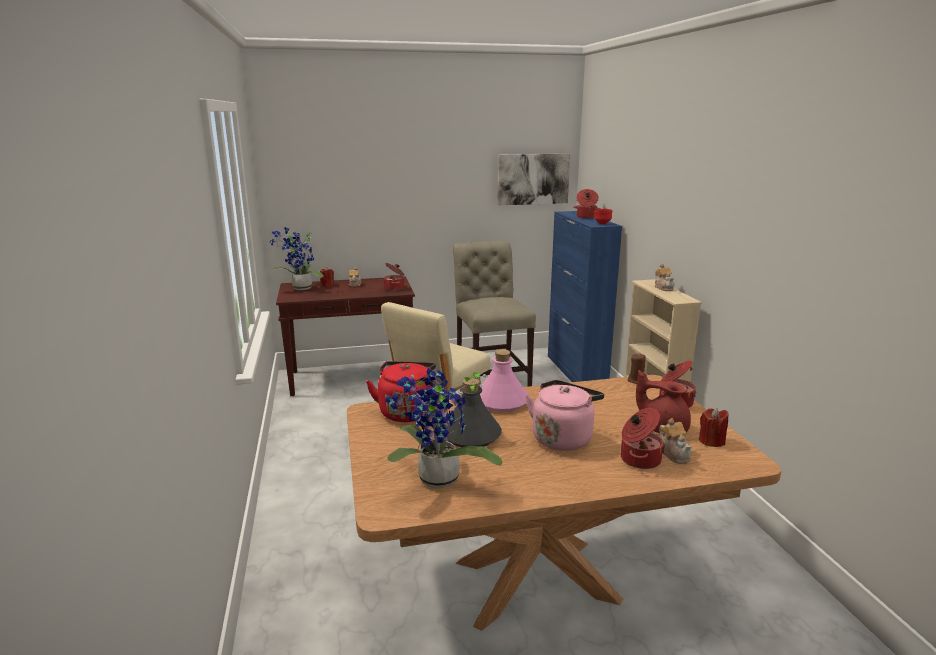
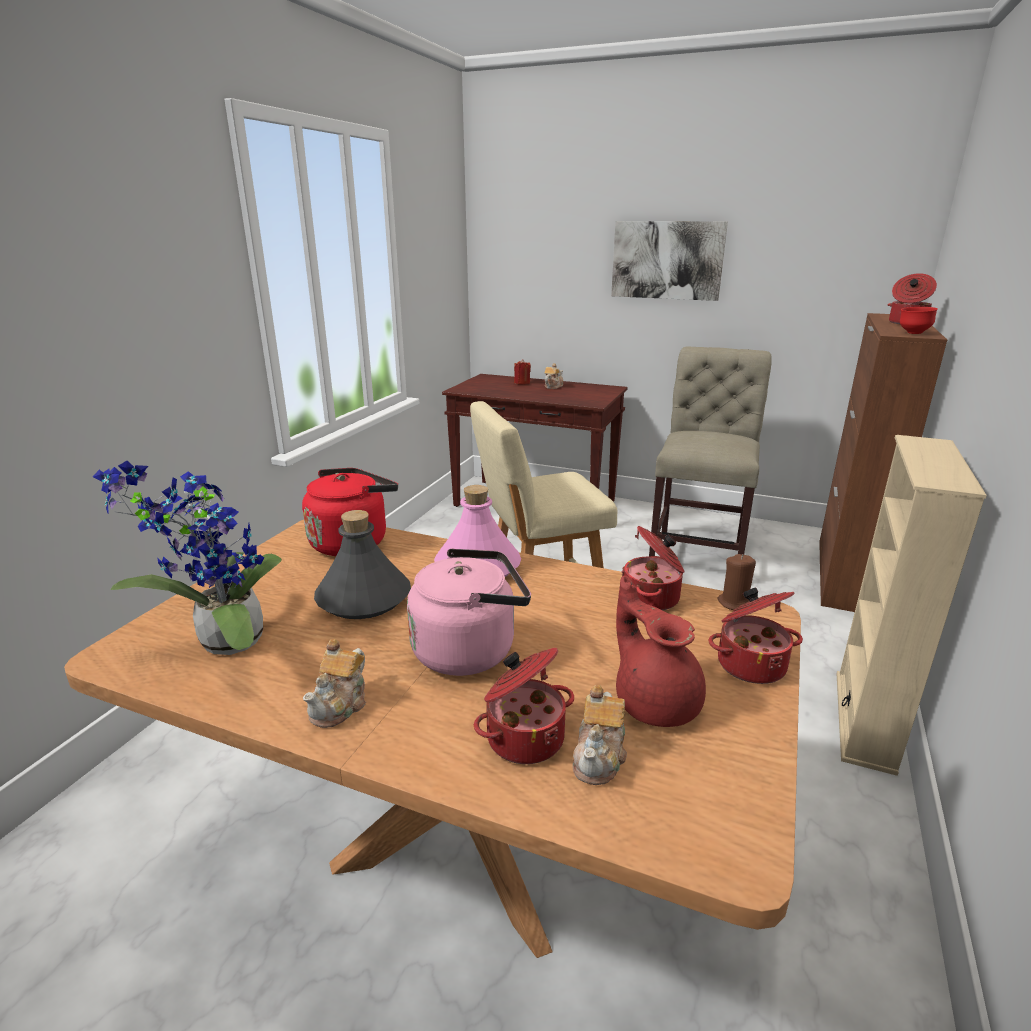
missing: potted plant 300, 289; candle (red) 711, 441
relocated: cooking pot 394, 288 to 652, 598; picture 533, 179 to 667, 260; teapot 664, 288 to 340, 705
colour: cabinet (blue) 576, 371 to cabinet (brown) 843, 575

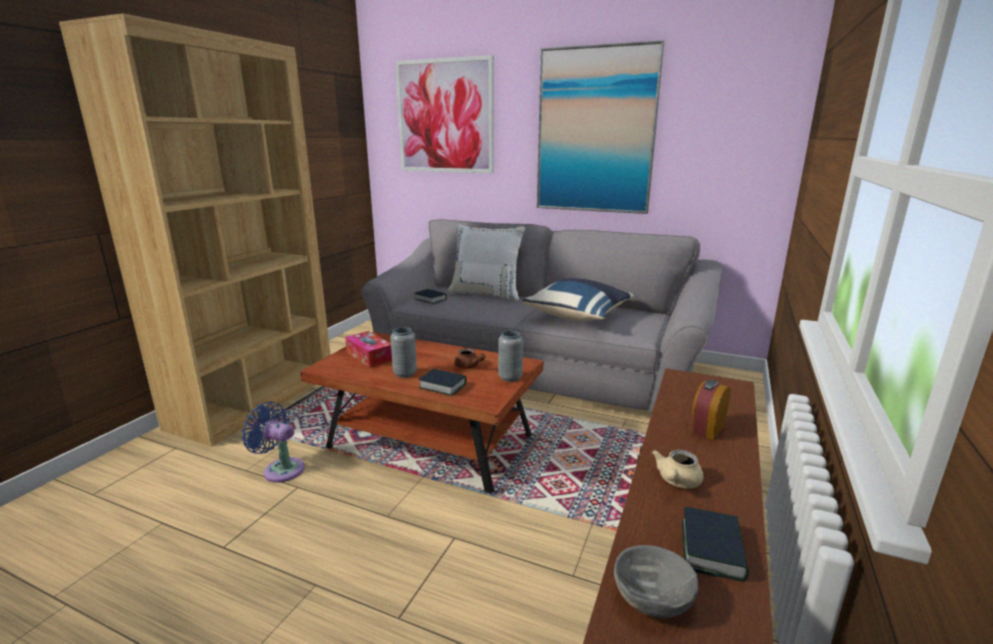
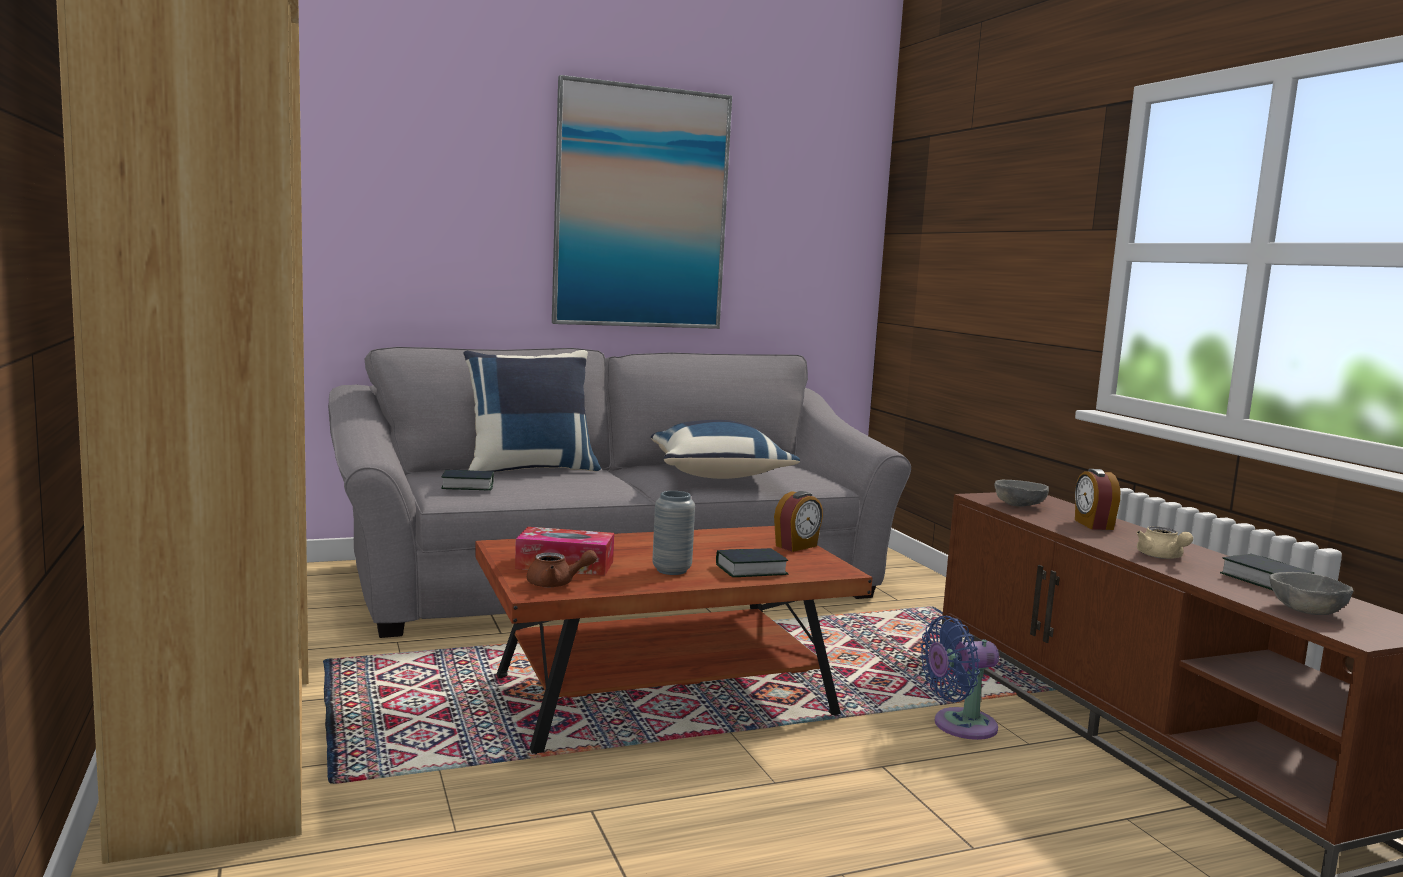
missing: picture 445, 117
appeared: bowl (grey) 1019, 505
relocated: fan (blue) 281, 469 to 959, 726; teapot (brown) 469, 366 to 557, 584
exchanged: vase (grey) 510, 378 to alarm clock 797, 546
colour: pillow (white) 486, 294 to pillow (blue) 530, 469

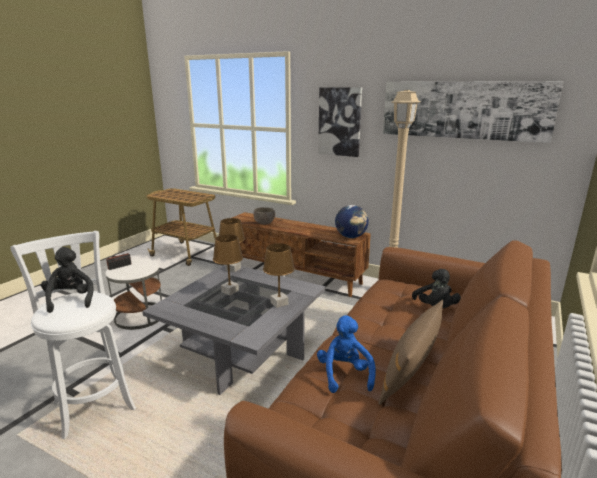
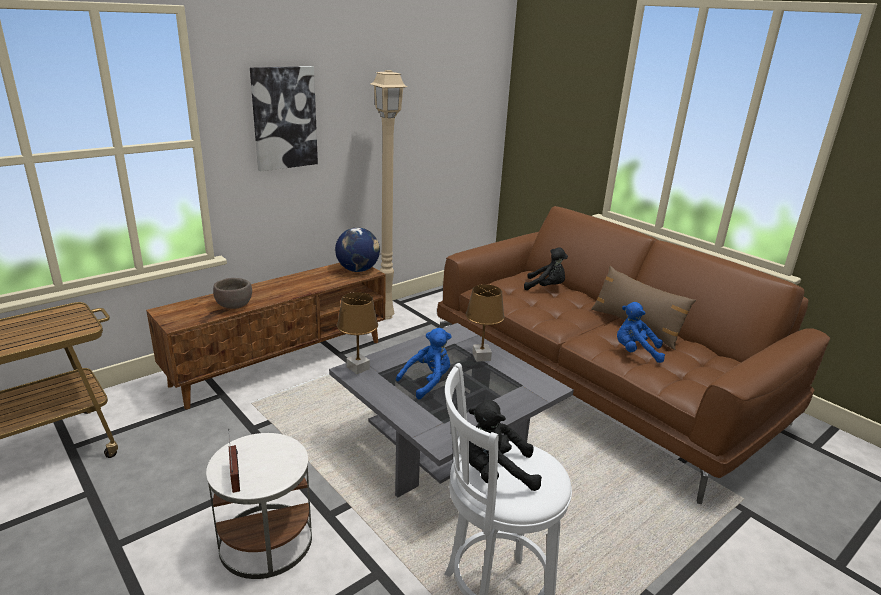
missing: picture 463, 110
exchanged: table lamp (brown) 230, 291 to plush toy (blue) 428, 382

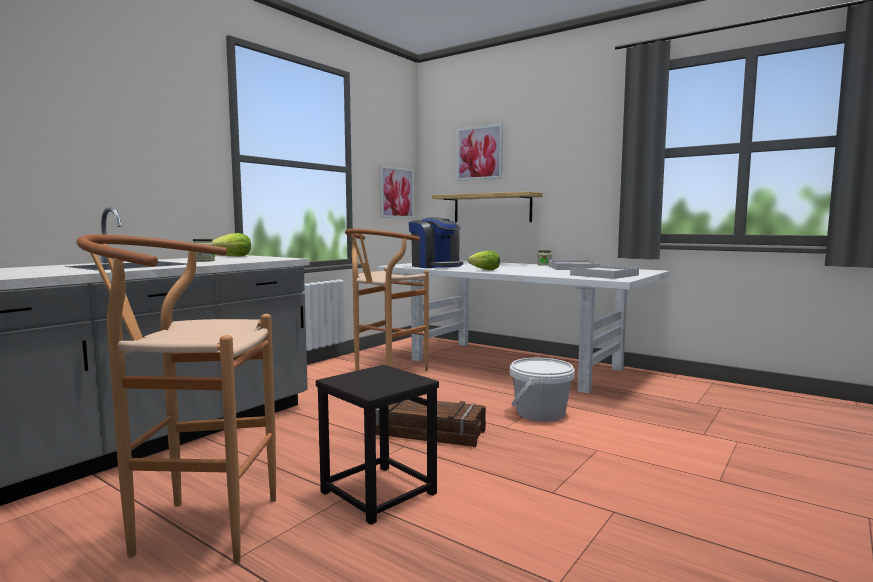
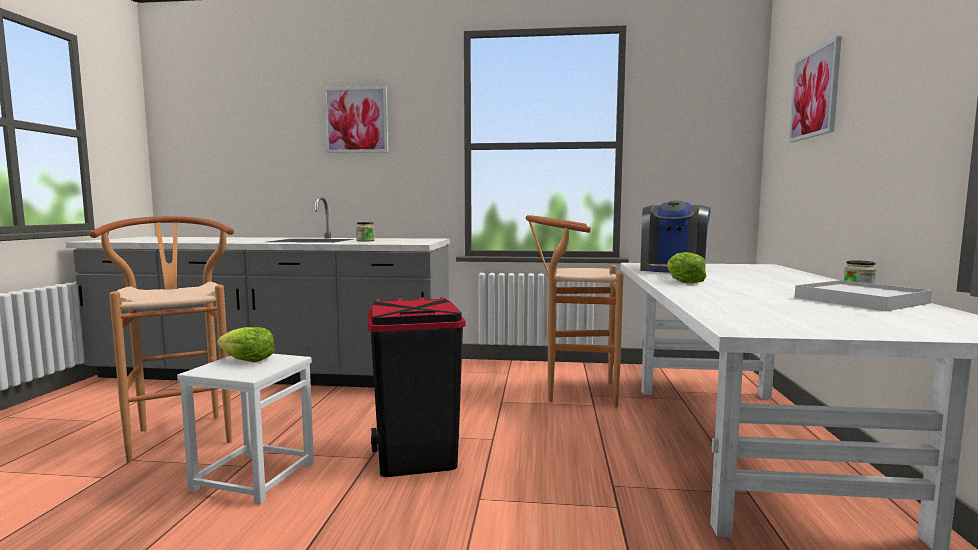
missing: shelf 492, 208; bucket (white) 540, 413; tray (white) 604, 275
relocated: lettuce 233, 256 to 247, 360; picture 396, 193 to 356, 120
exchanged: crate 425, 432 to trash can (black) 416, 458
colour: stool (black) 377, 493 to stool (white) 253, 476

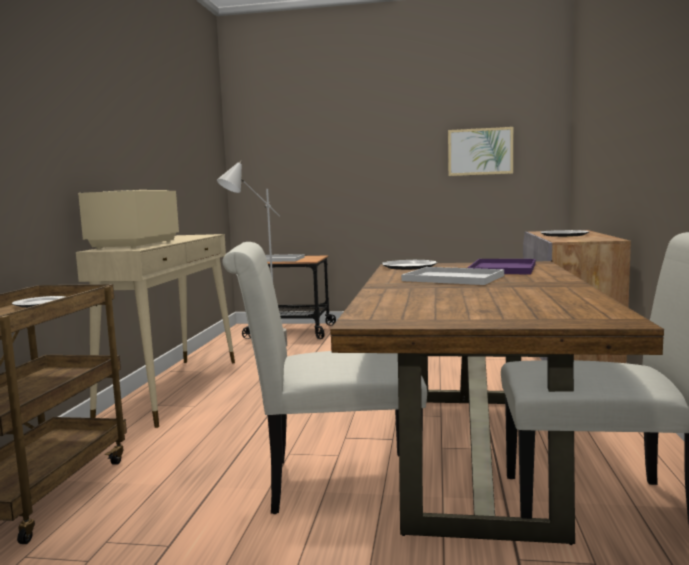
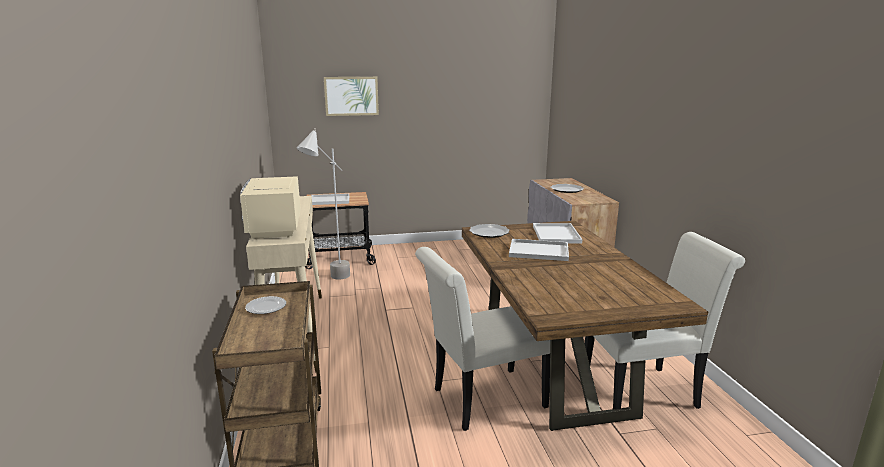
relocated: picture 480, 151 to 351, 96
colour: tray (purple) 502, 268 to tray (white) 555, 234

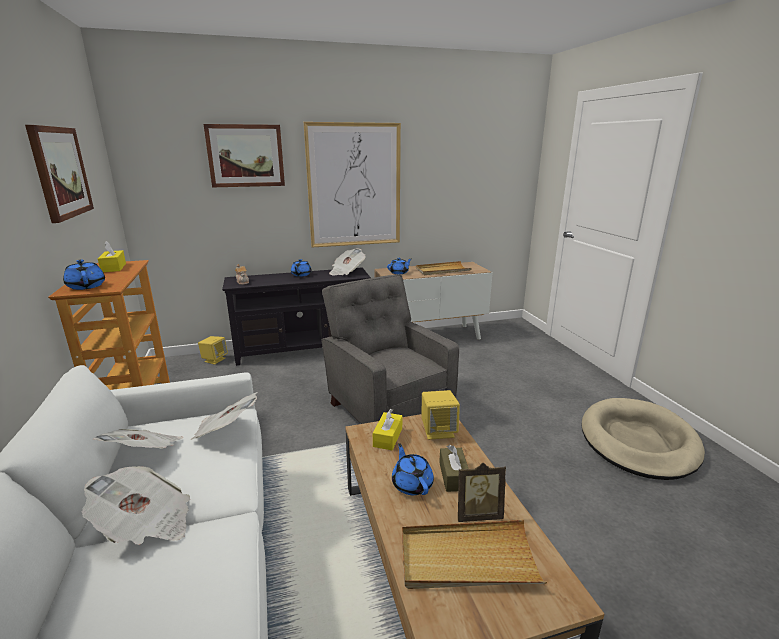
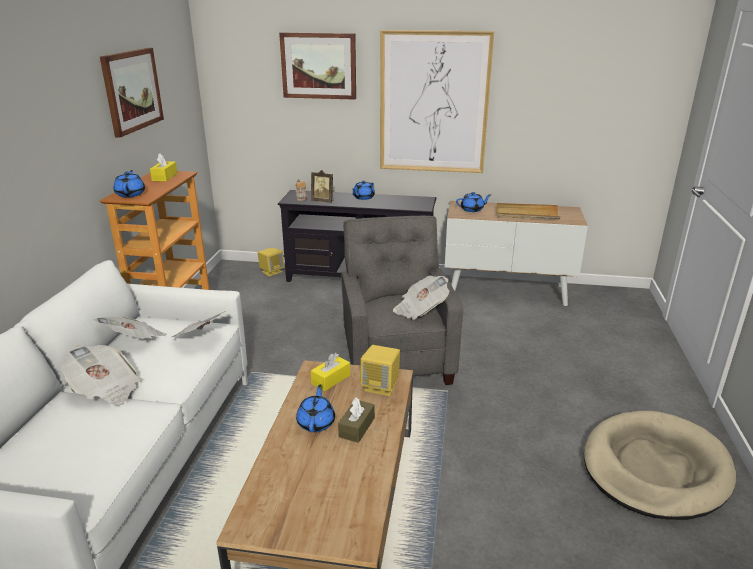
missing: tray (beige) 467, 559
relocated: newspaper 346, 272 to 420, 310; picture frame 477, 514 to 323, 201

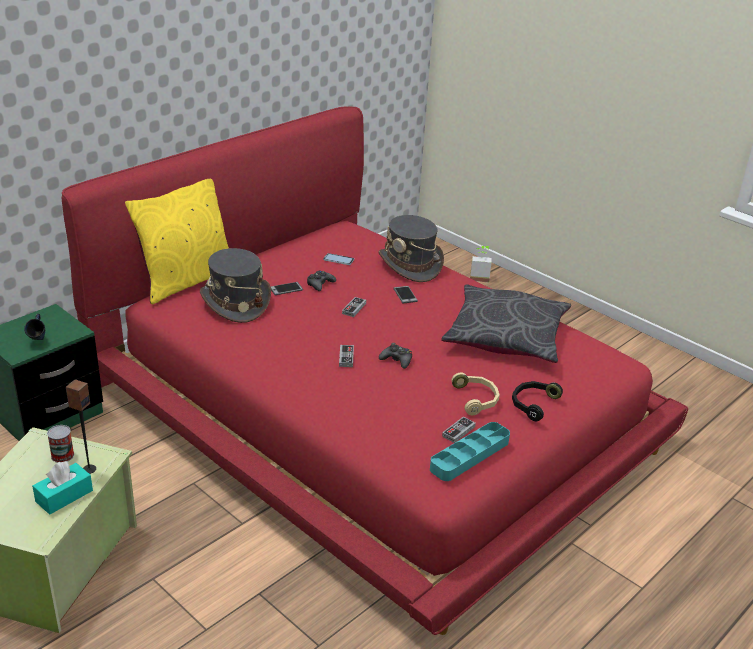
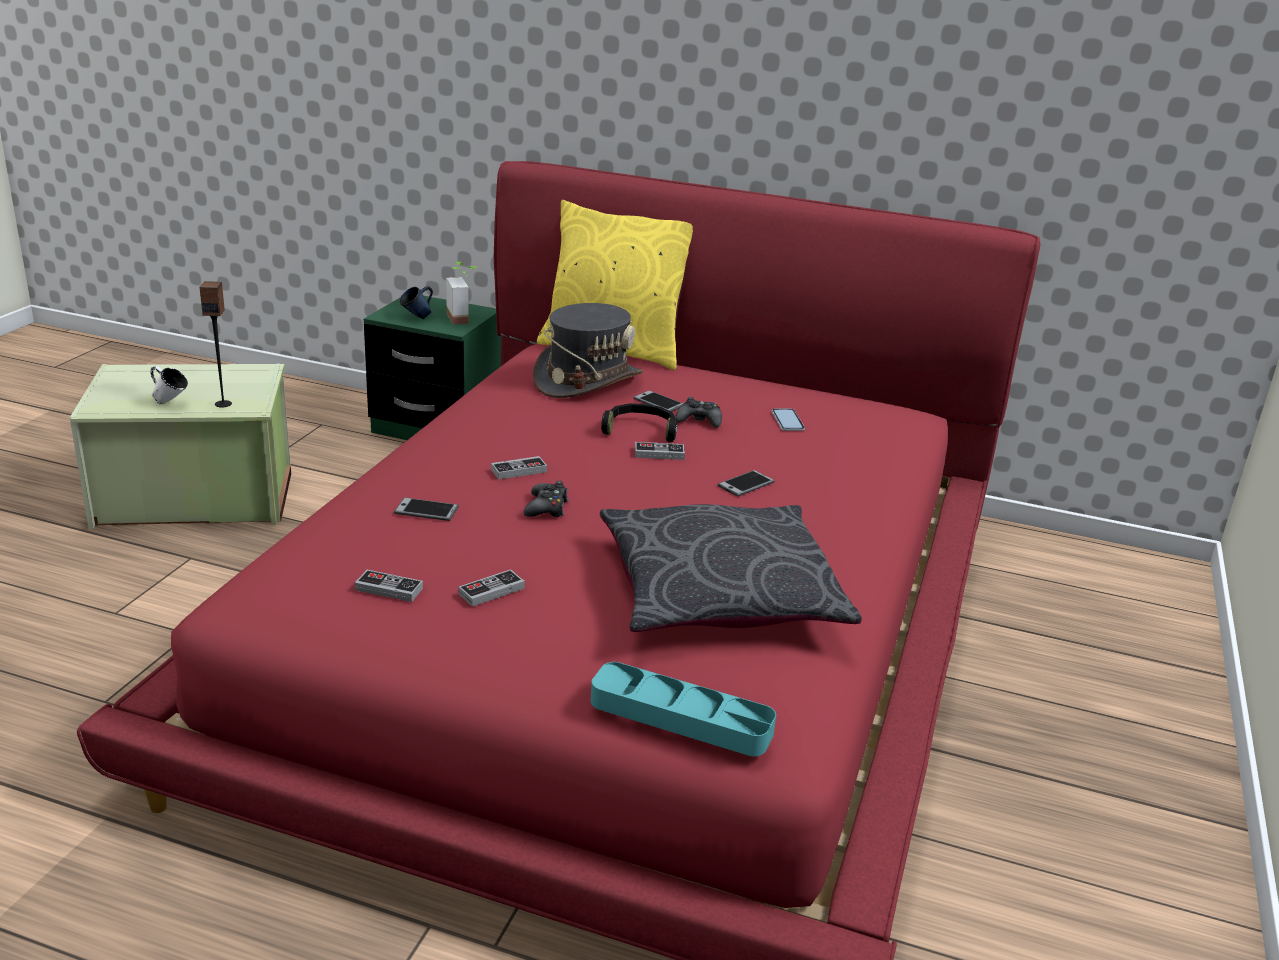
missing: can 62, 455; hat (grey) 410, 265
appeared: phone 426, 510
relocated: tray (turquoise) 469, 455 to 680, 717; potted plant 479, 277 to 464, 318; headphones (black) 532, 404 to 640, 430
exchanged: tissue box (turquoise) 64, 496 to mug (white) 170, 403; headphones (beige) 476, 399 to game controller 491, 591

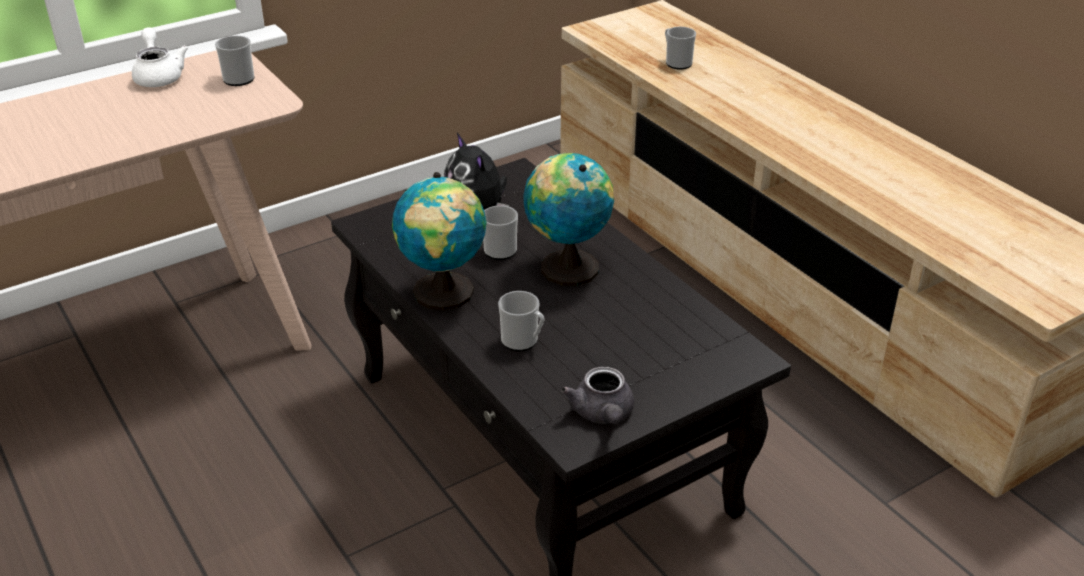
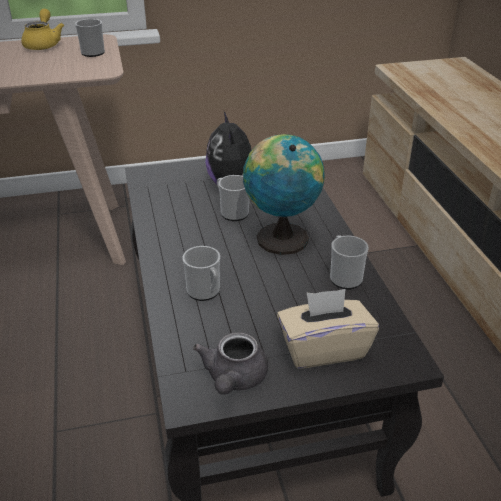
missing: globe 444, 294
appeared: tissue box (beige) 323, 348
relocated: mug 676, 62 to 344, 277
colour: teapot (white) 159, 76 to teapot (yellow) 43, 44

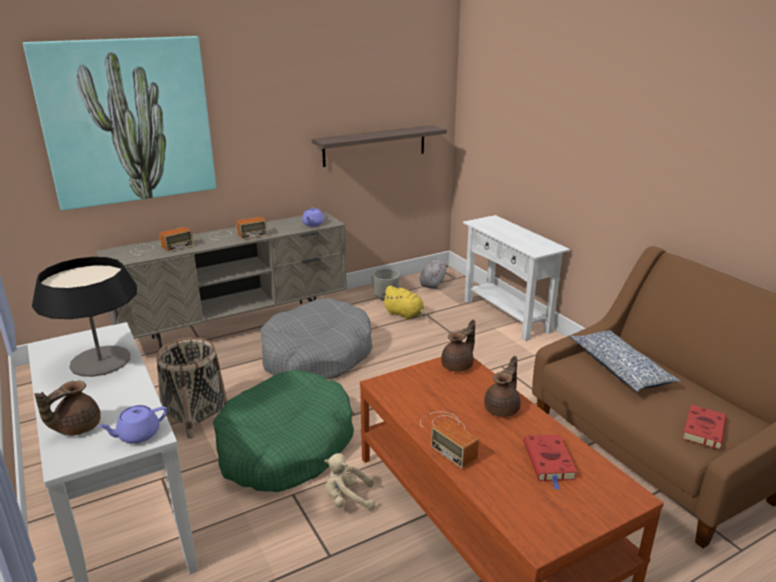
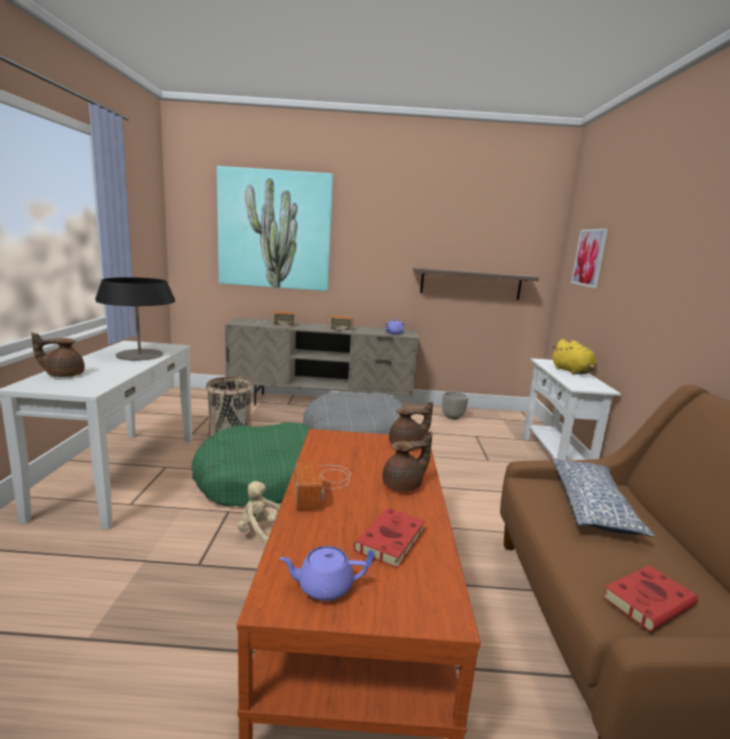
missing: plush toy (grey) 432, 283
appeared: picture 589, 257
relocated: teapot (purple) 137, 435 to 323, 587; plush toy (yellow) 405, 315 to 572, 372

